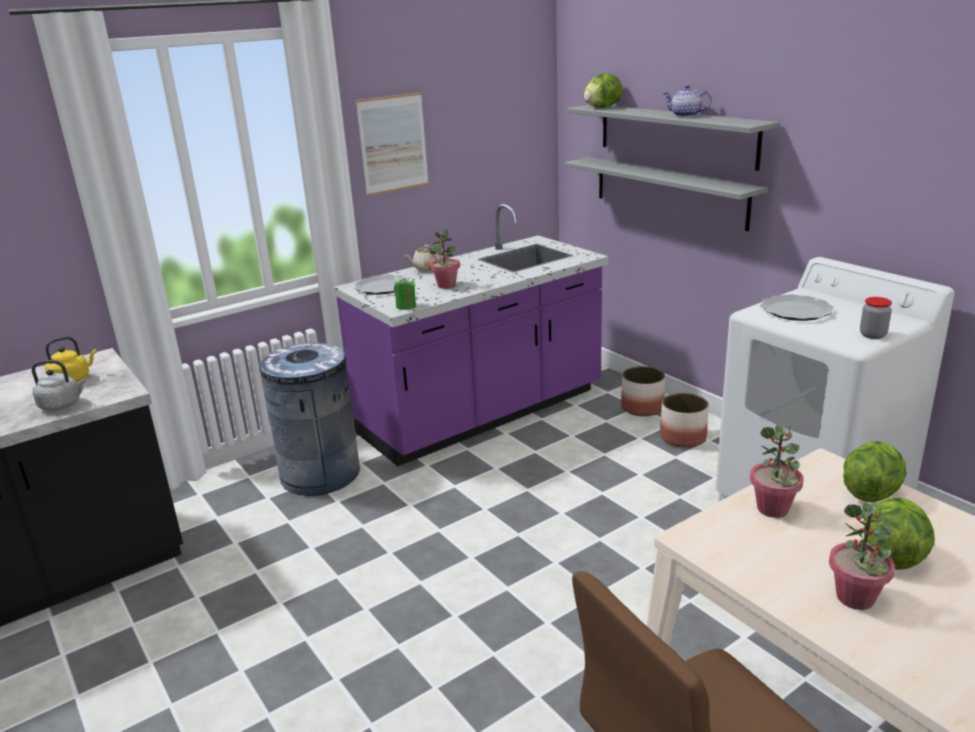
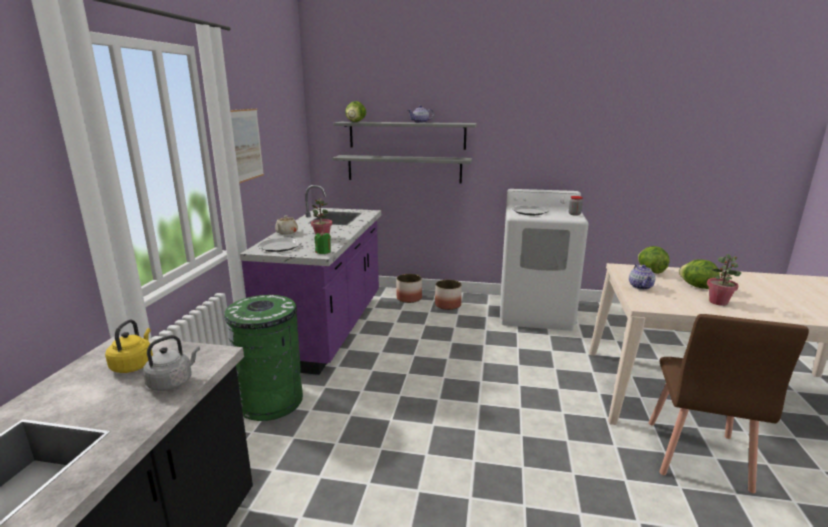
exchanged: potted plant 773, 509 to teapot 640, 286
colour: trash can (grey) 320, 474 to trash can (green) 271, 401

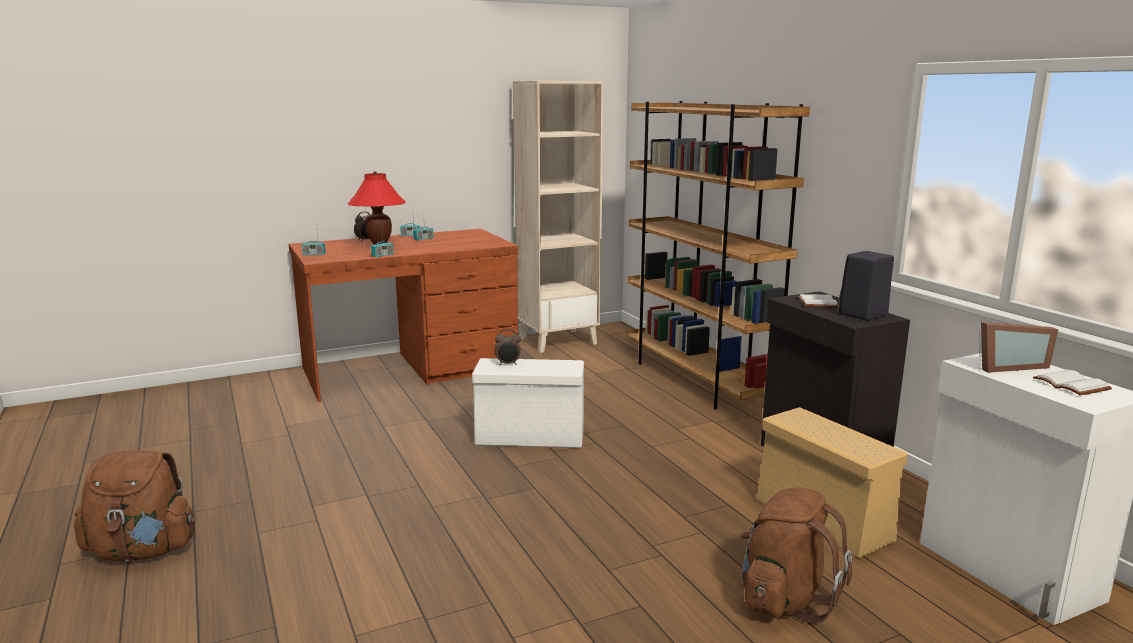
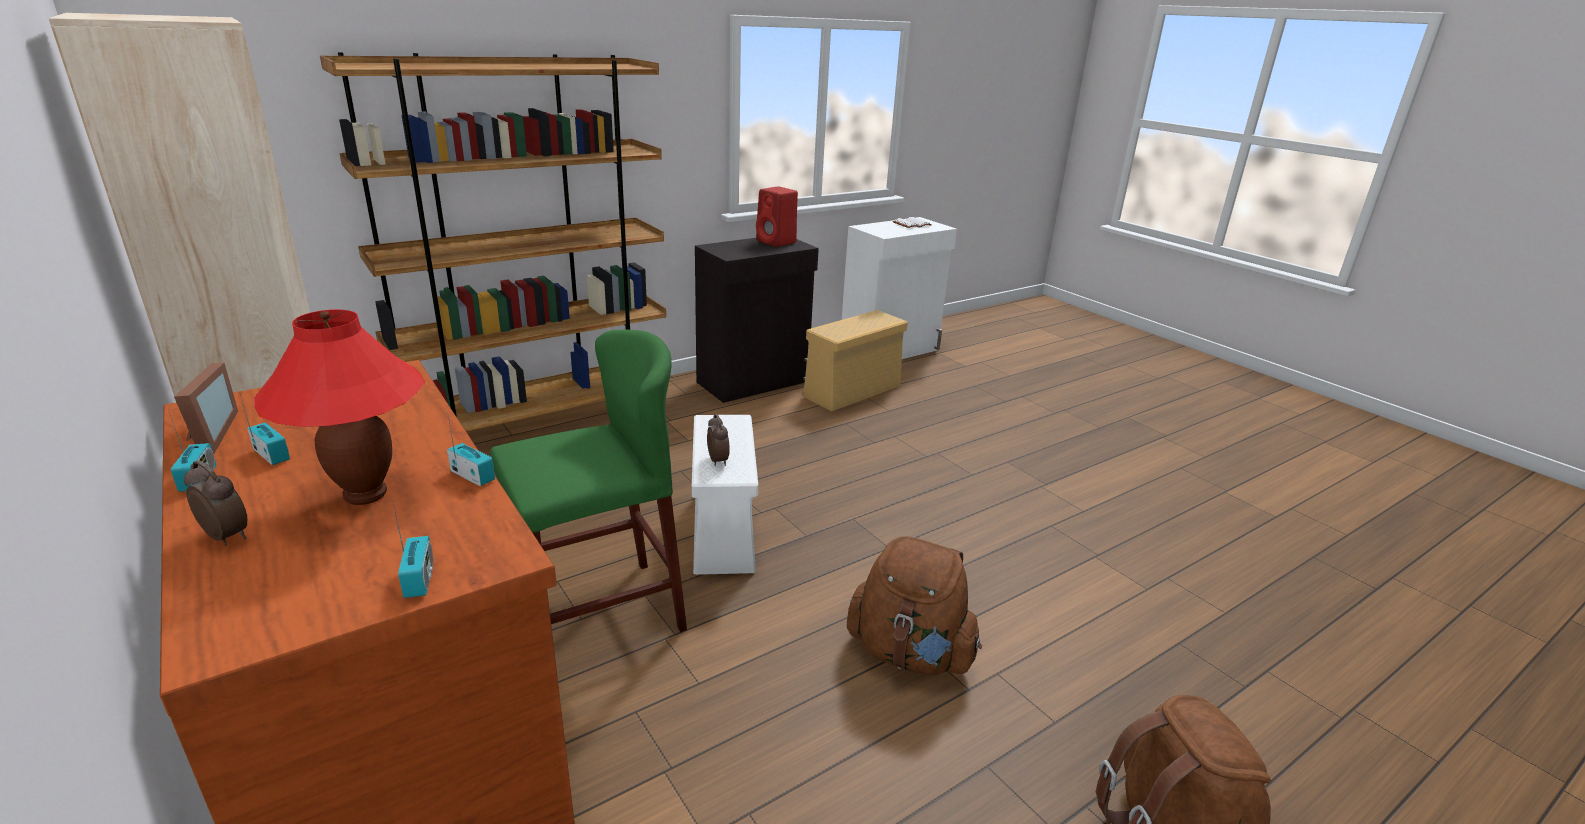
missing: book (white) 819, 303
appeared: stool (green) 600, 615
relocated: backpack (brown) 784, 599 to 909, 653; picture frame 1007, 366 to 206, 436
colour: speaker (black) 862, 315 to speaker (red) 777, 242

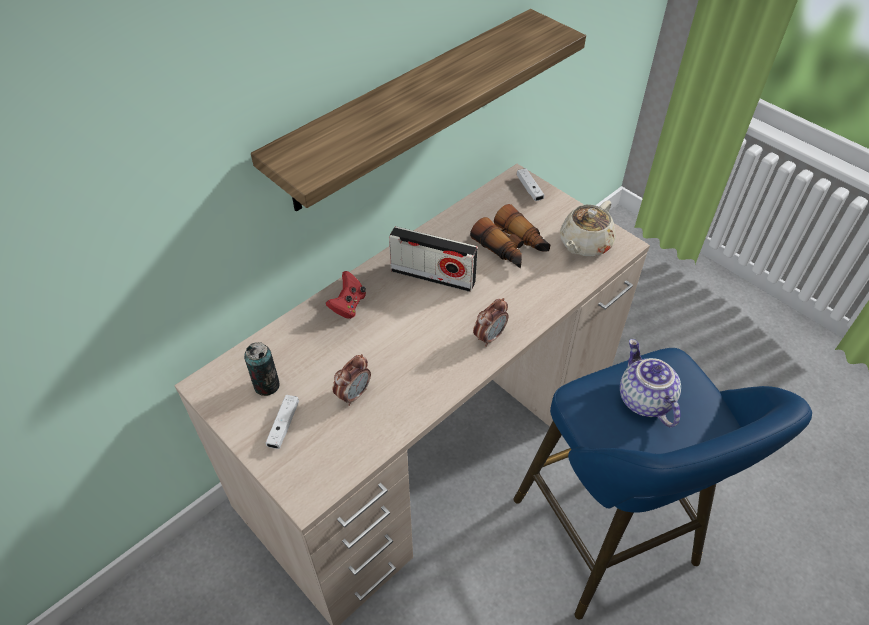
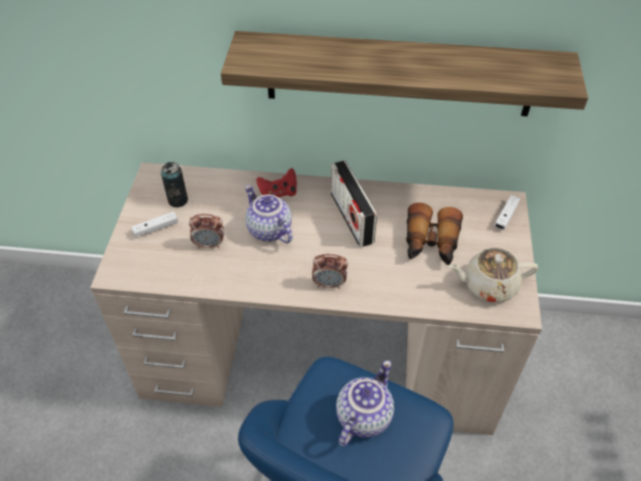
appeared: teapot 268, 230

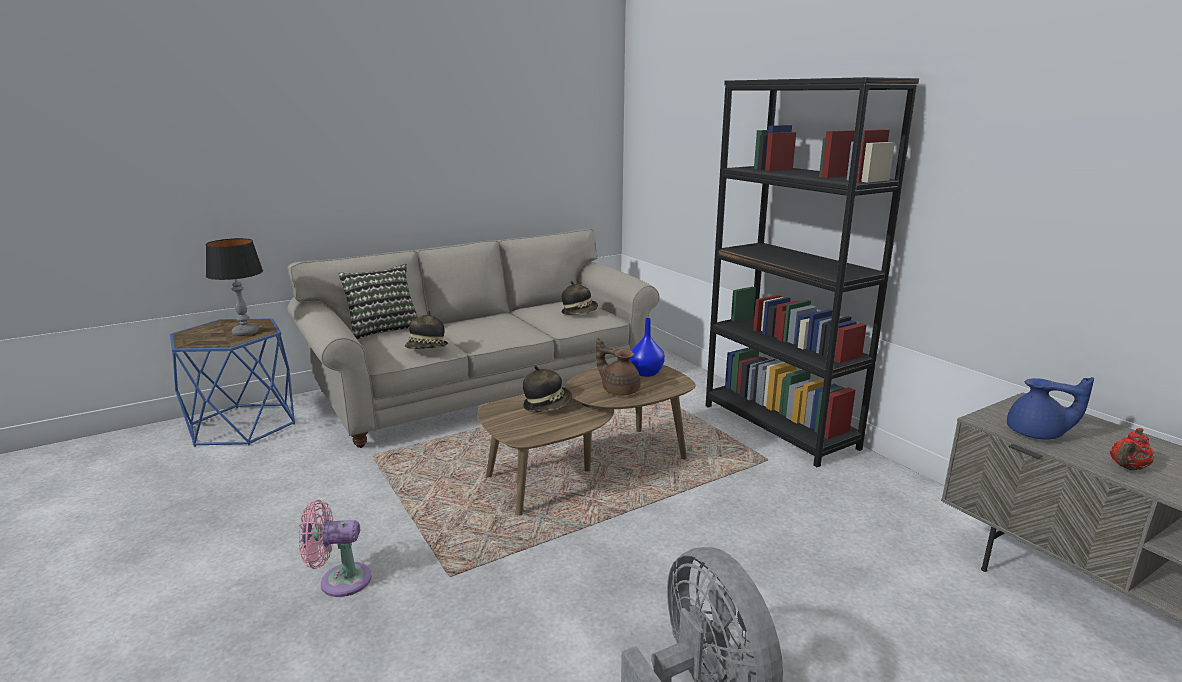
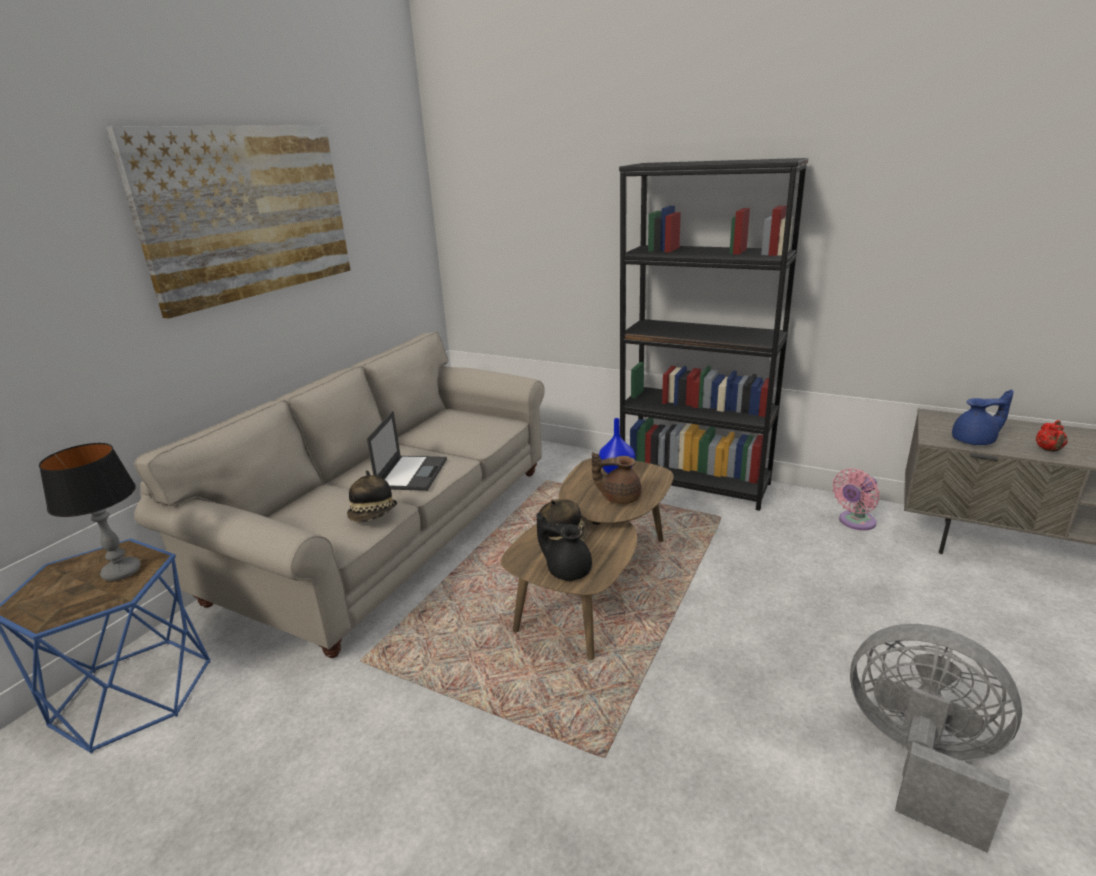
missing: pillow 383, 329; hat 579, 313
appeared: picture 248, 212; laptop 412, 473; teapot (black) 567, 570
relocated: fan (pink) 340, 580 to 855, 522

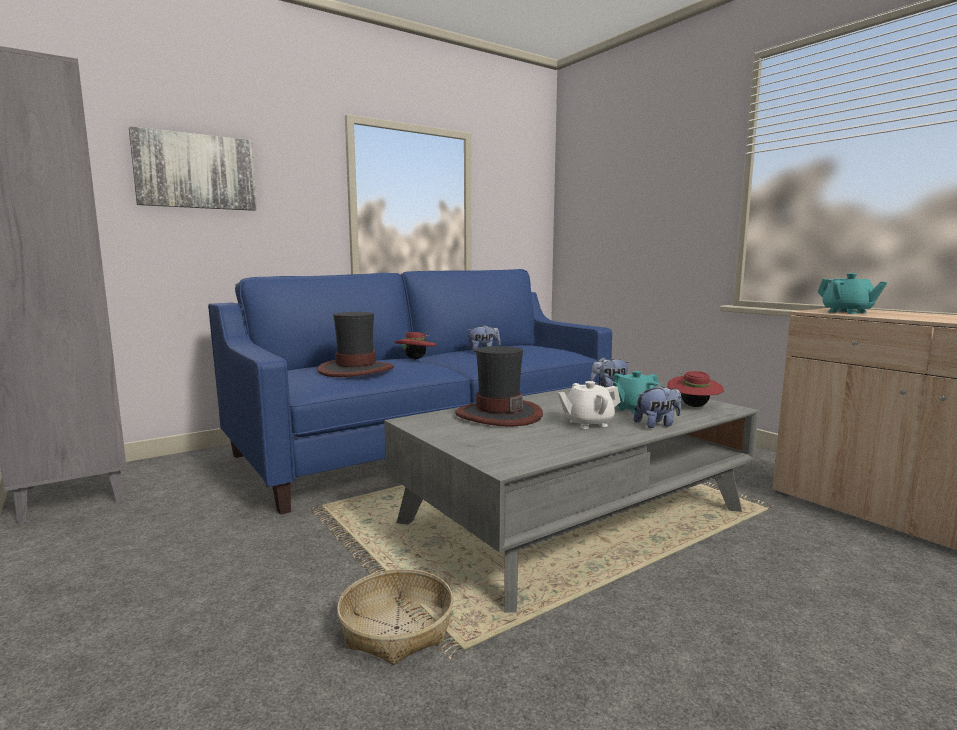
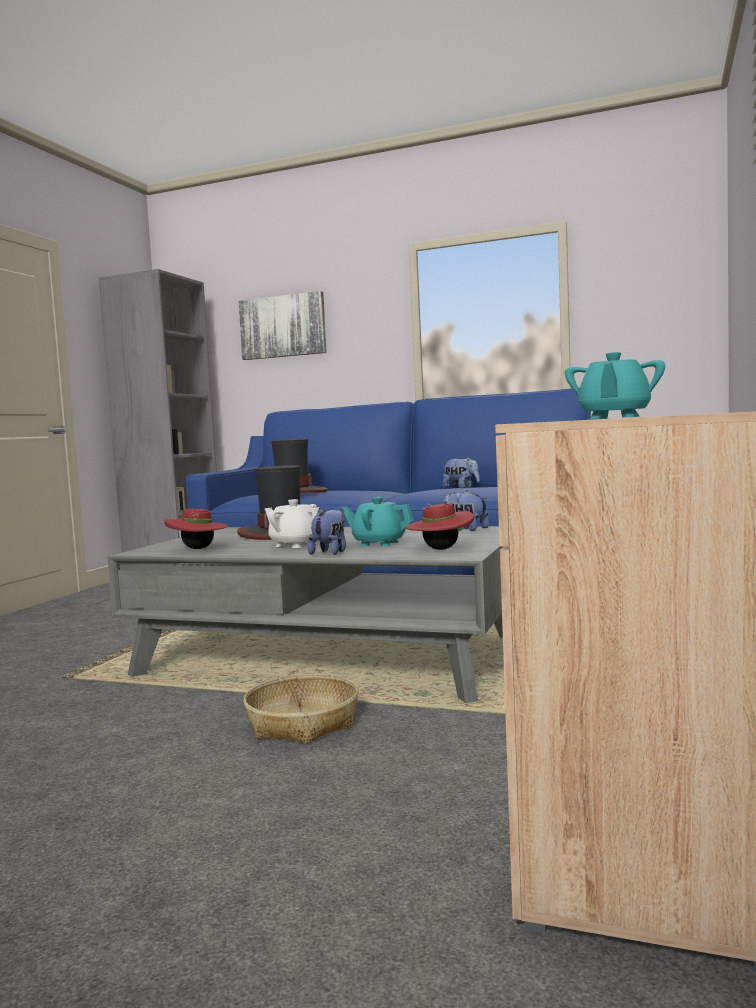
relocated: basket 396, 628 to 303, 723; hat (red) 416, 359 to 198, 549
spun: plush toy 657, 424 = 330, 552 105 degrees counterclockwise

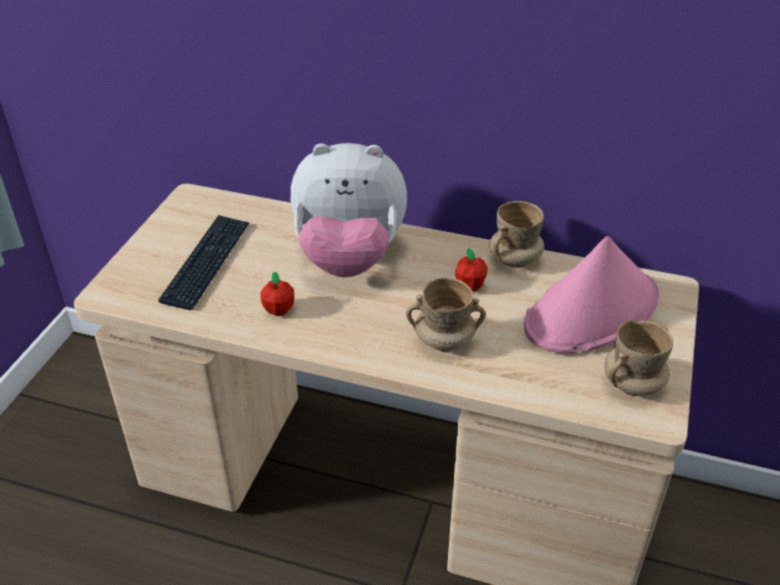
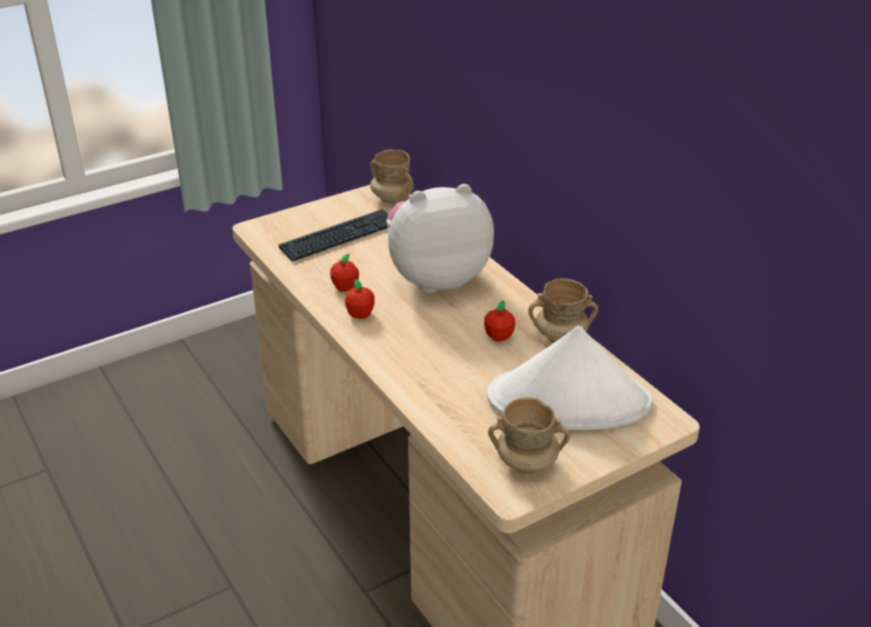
appeared: apple 360, 315
relocated: mug (beige) 444, 341 to 392, 198
colour: hat (pink) 592, 311 to hat (white) 569, 401
spun: plush toy 349, 258 = 436, 278 120 degrees clockwise

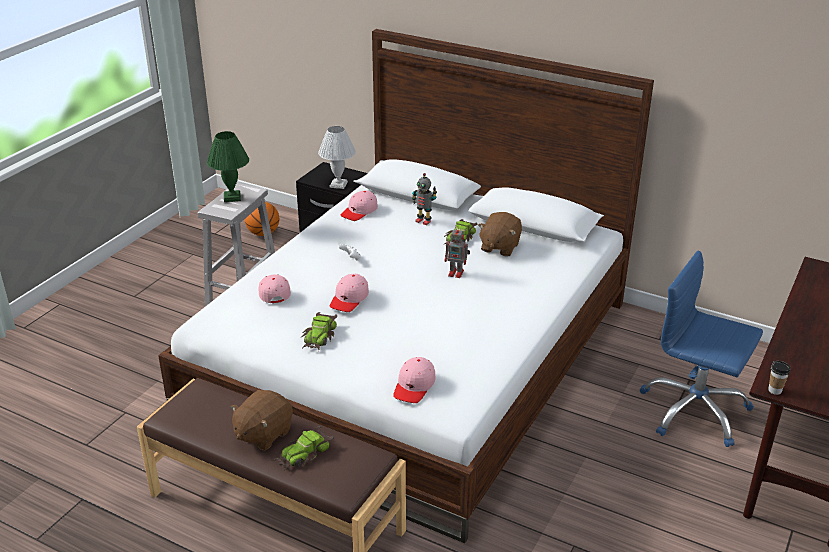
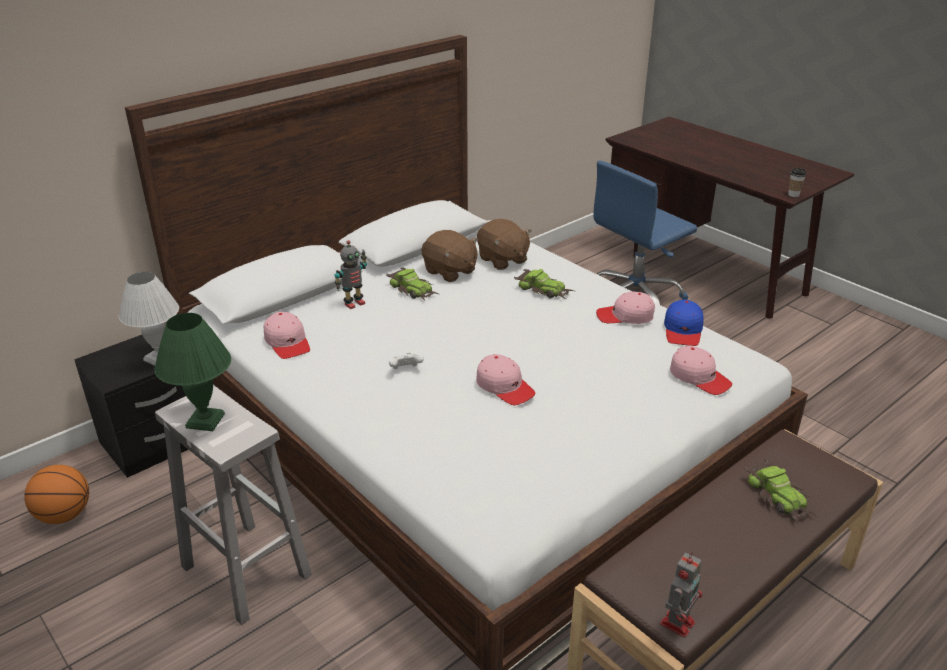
appeared: cap (blue) 683, 330
relocated: plush toy (brown) 263, 434 to 502, 260; cap (pink) 273, 292 to 625, 316; toy car 320, 336 to 543, 290; toy robot 457, 273 to 678, 622

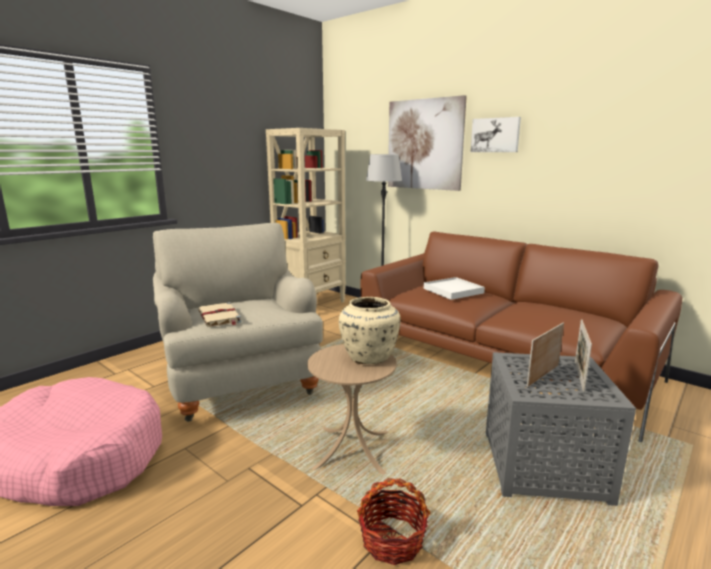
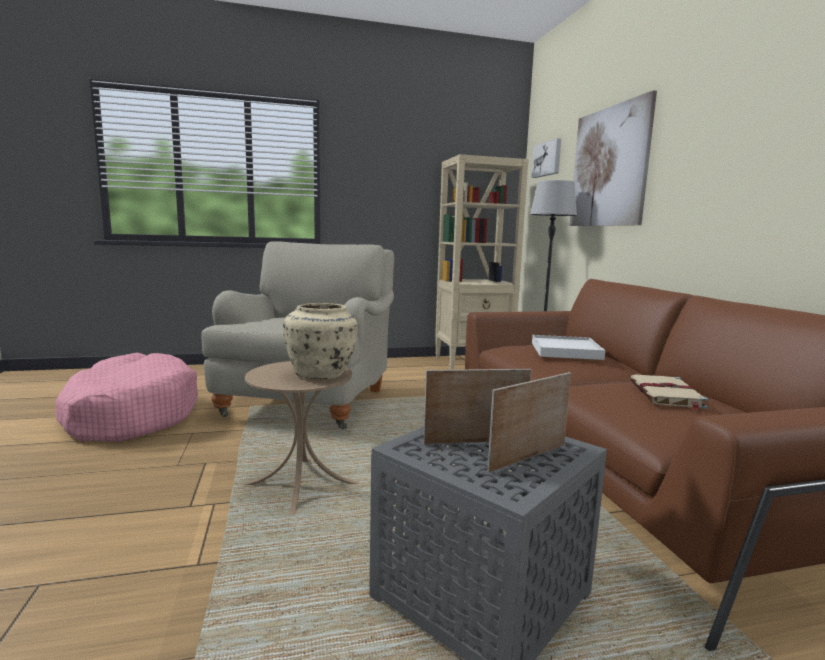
missing: basket 392, 540
relocated: book (beige) 219, 317 to 666, 394; picture 495, 135 to 547, 159

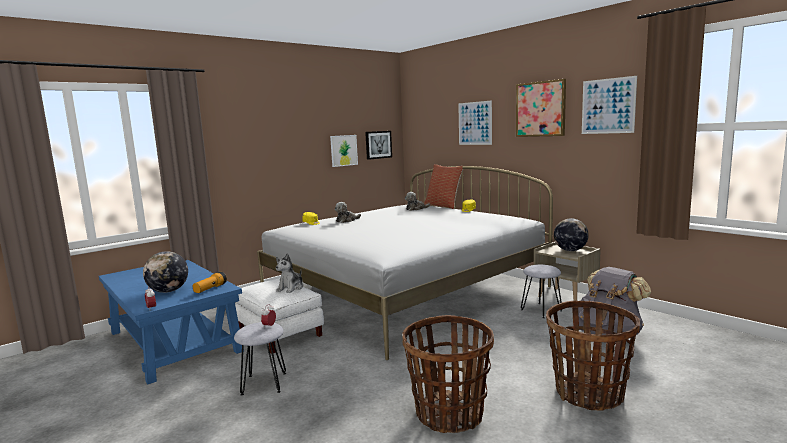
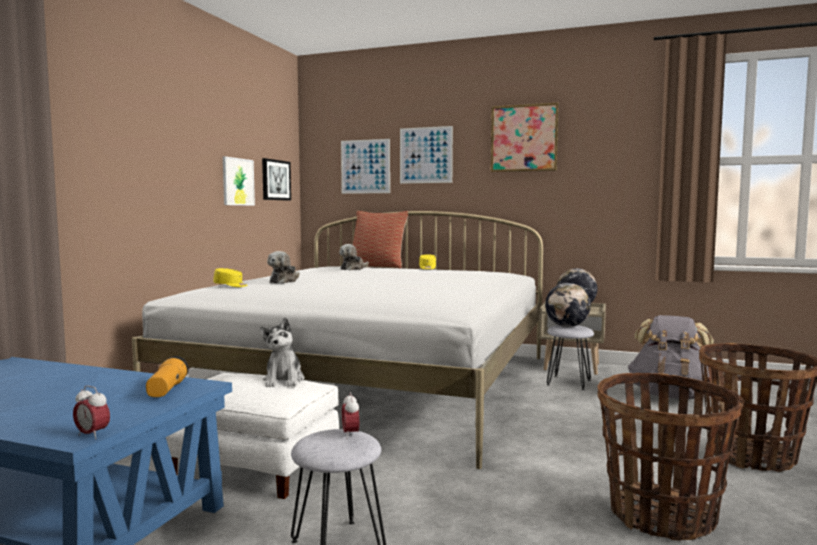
relocated: globe 168, 291 to 567, 326; picture 608, 106 to 365, 166

